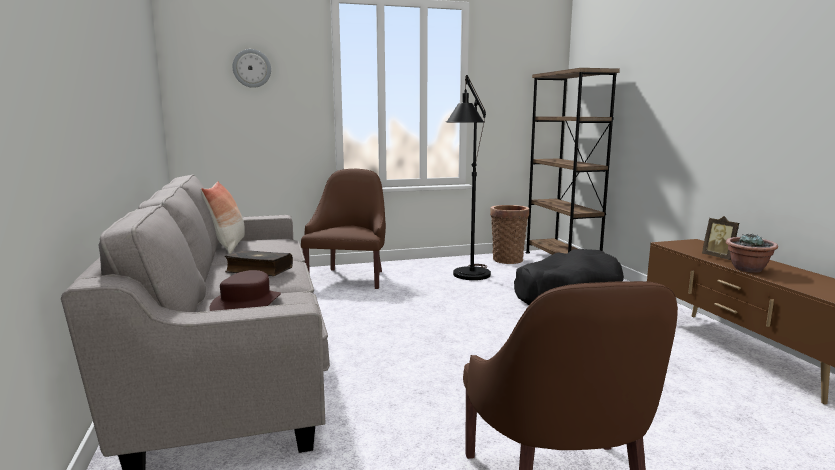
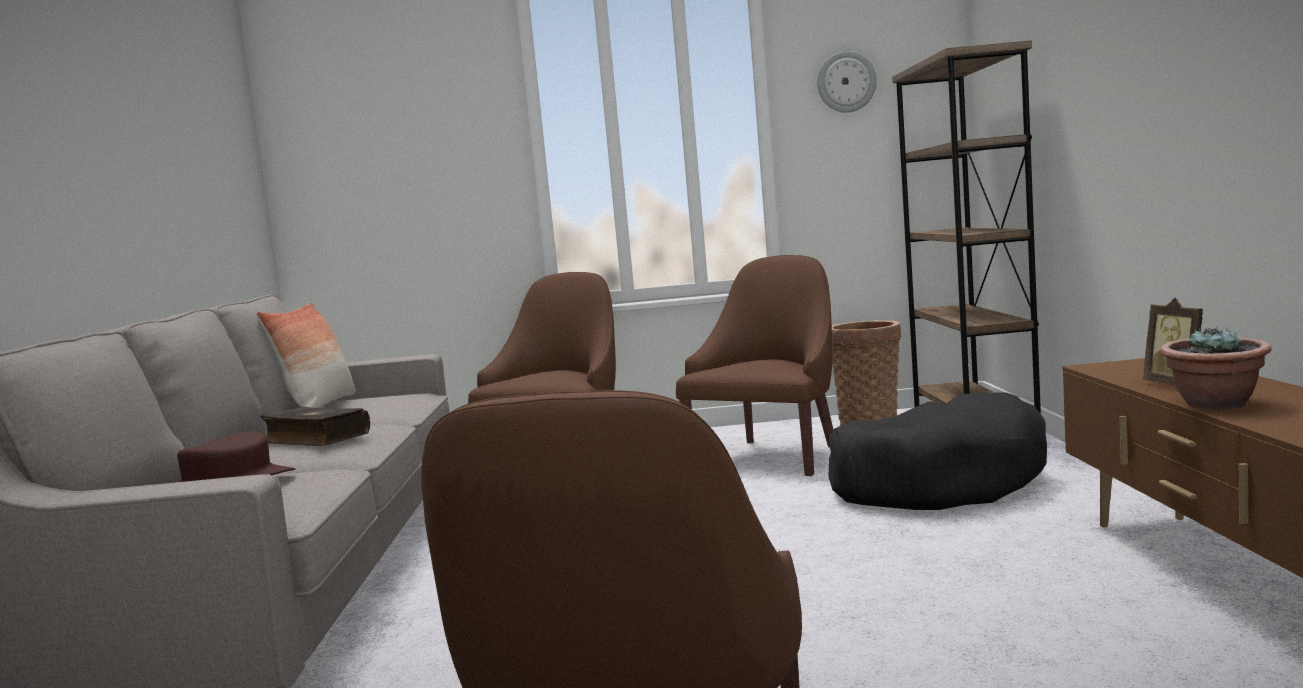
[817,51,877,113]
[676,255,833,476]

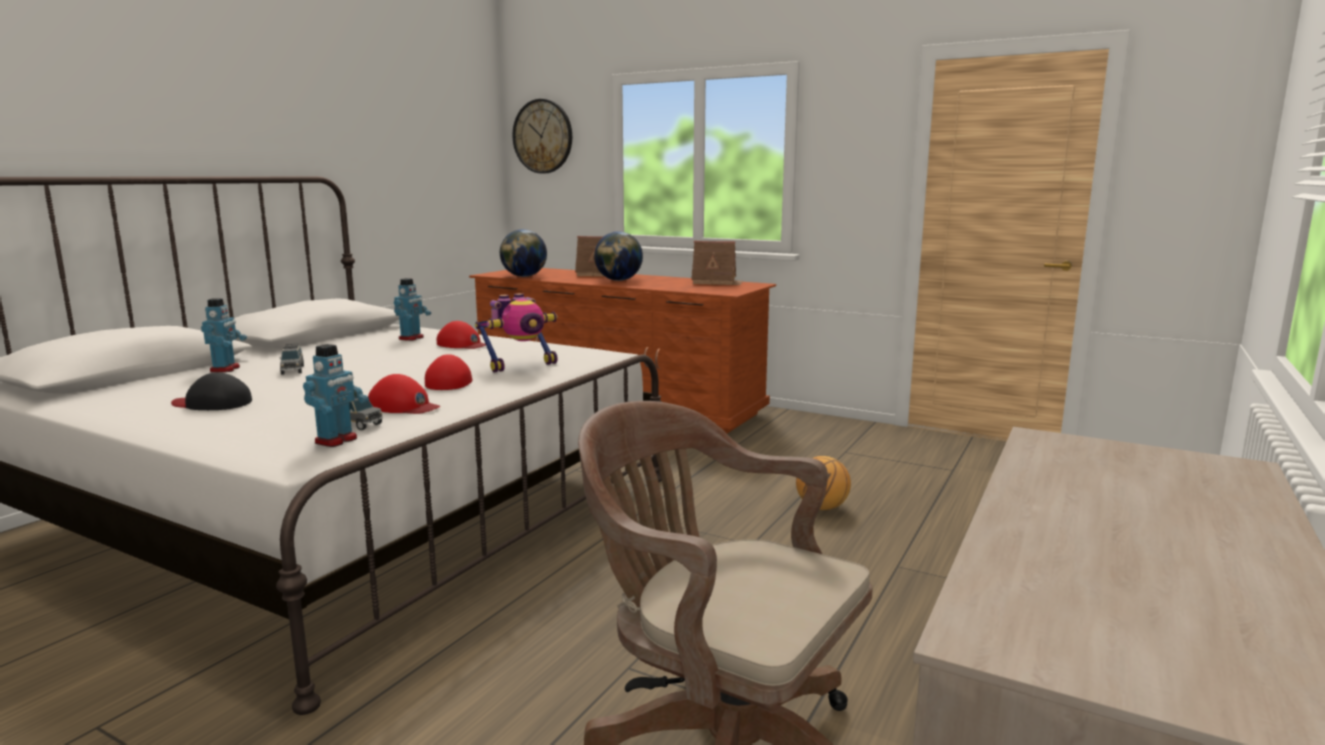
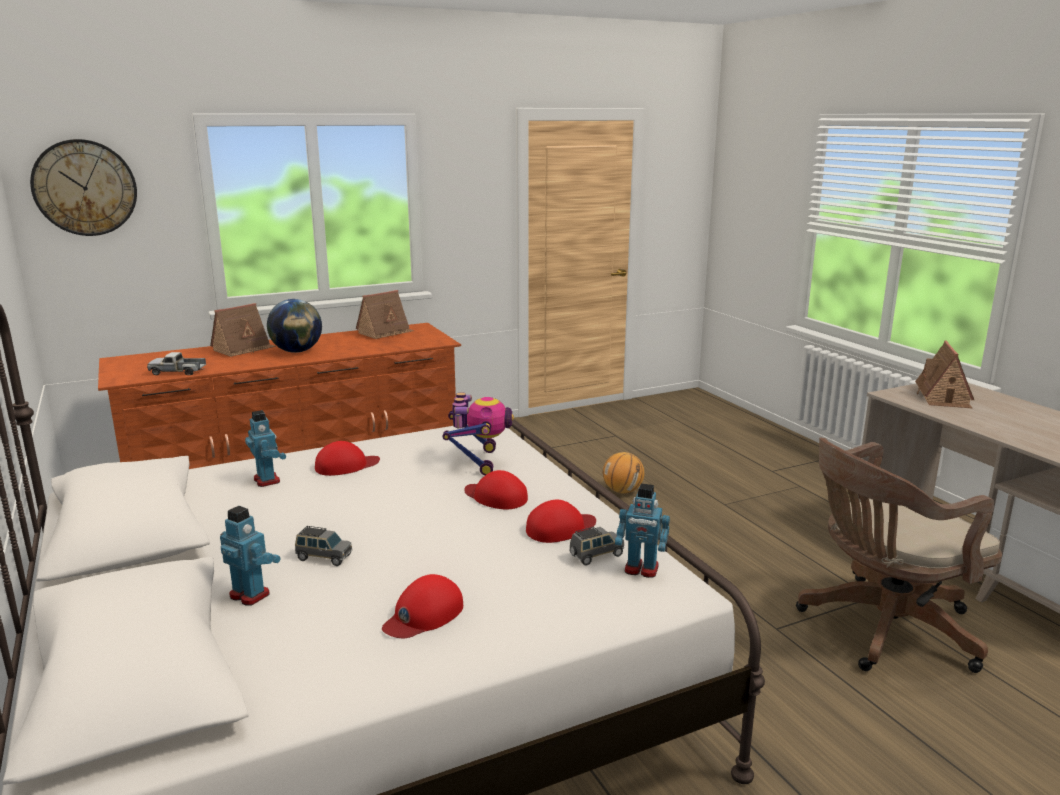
[915,340,974,408]
[147,352,206,375]
[382,574,463,638]
[615,484,670,578]

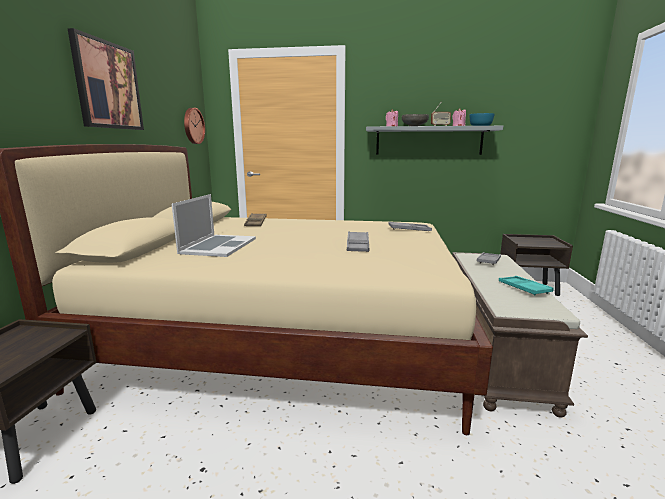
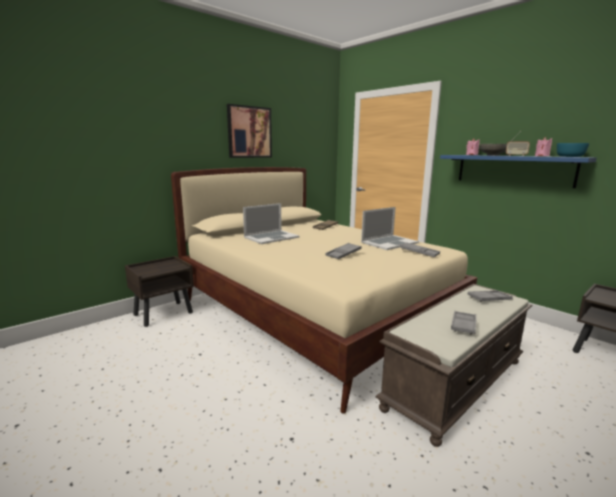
[184,108,205,144] (first image)
[361,207,419,250]
[440,155,597,188]
[451,311,476,335]

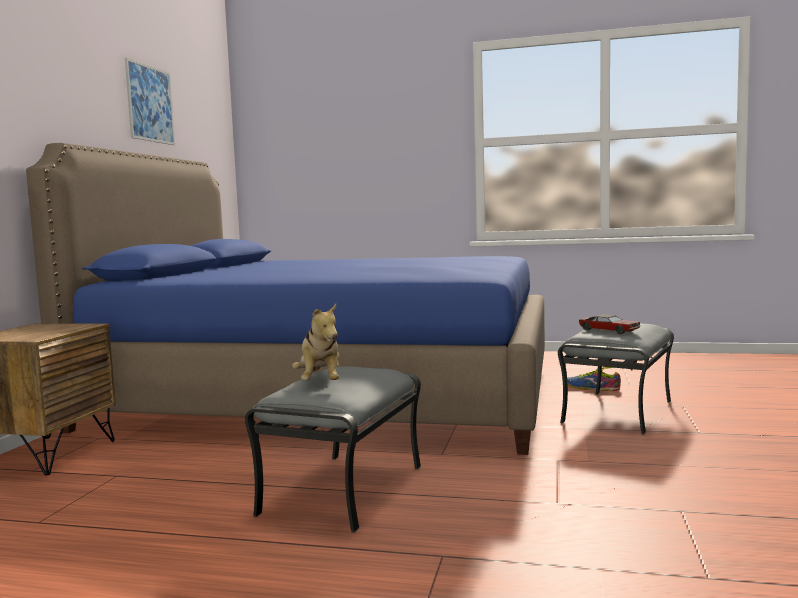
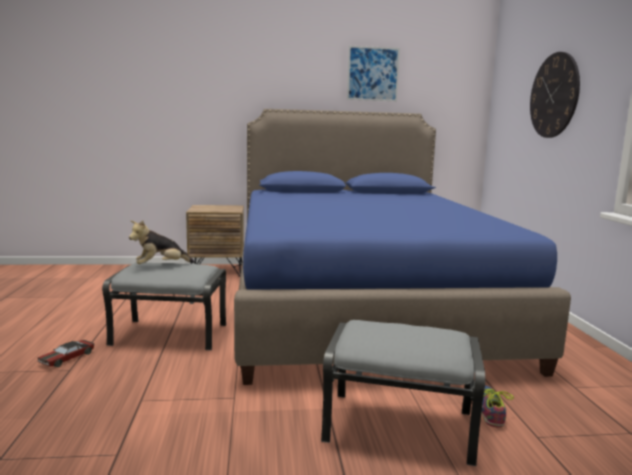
[530,52,580,138]
[38,340,95,367]

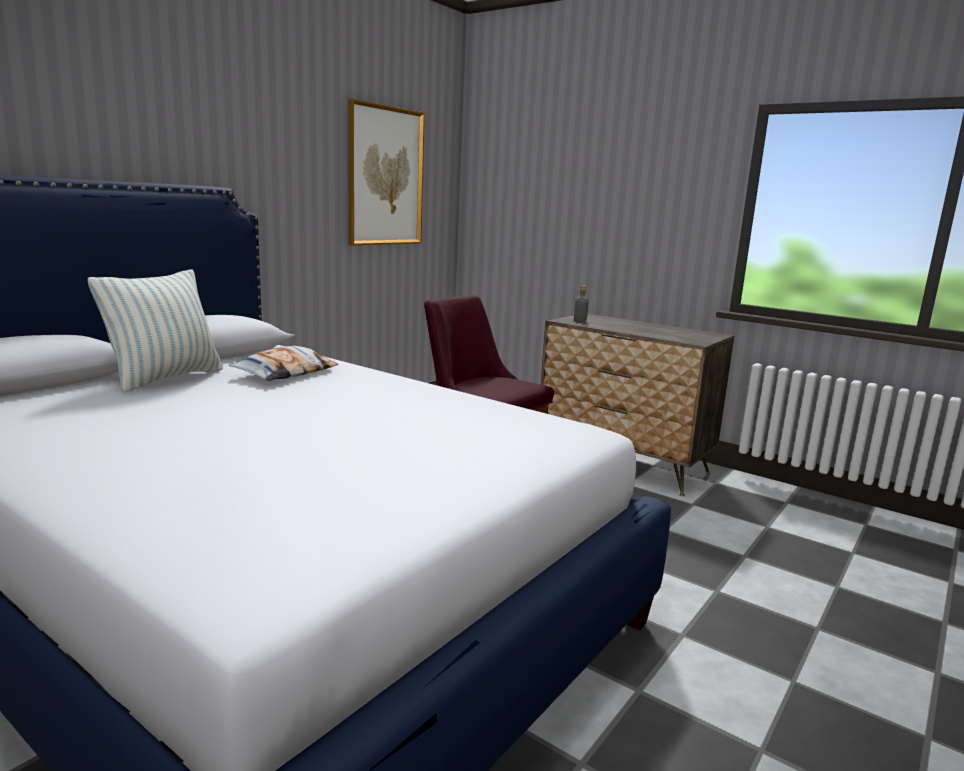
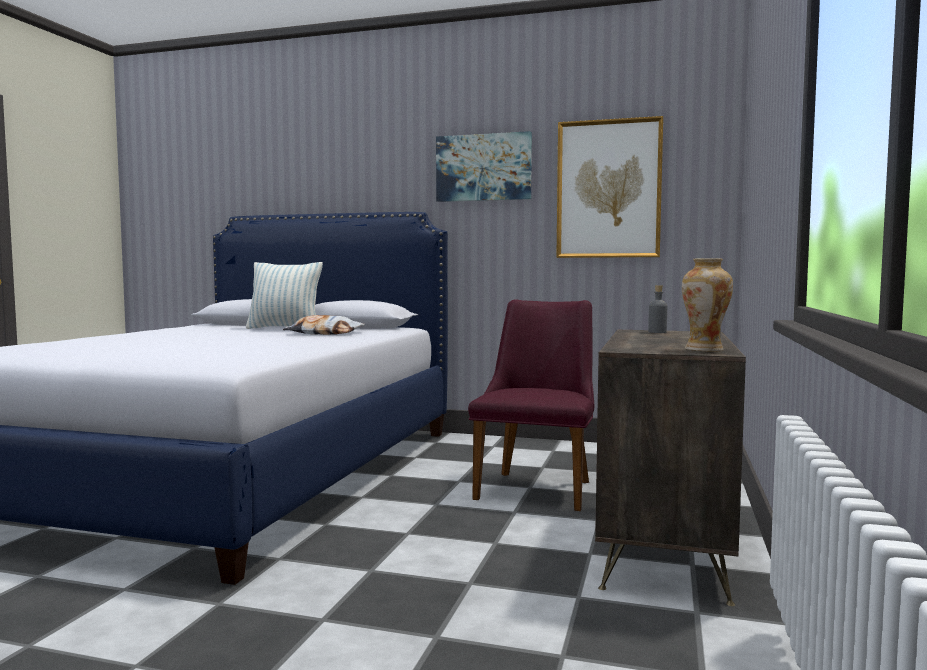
[436,131,532,202]
[682,258,733,352]

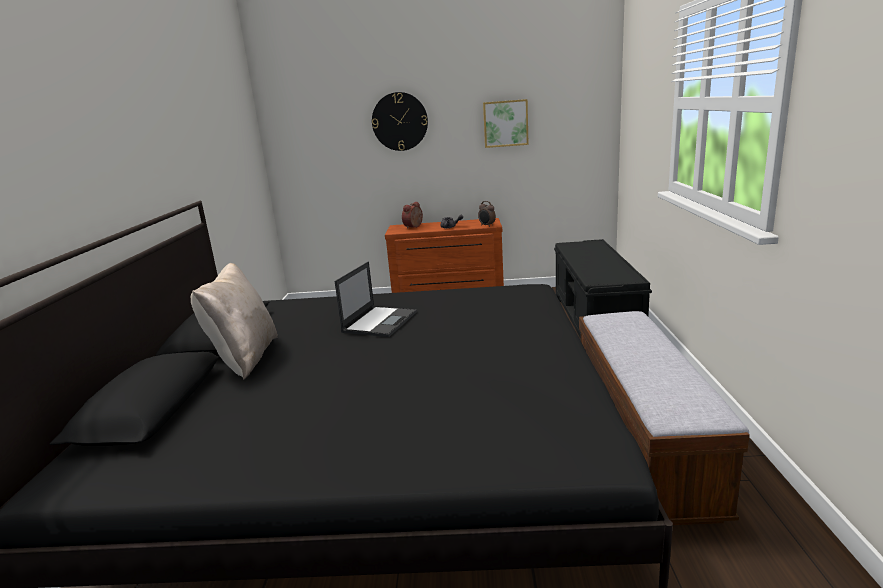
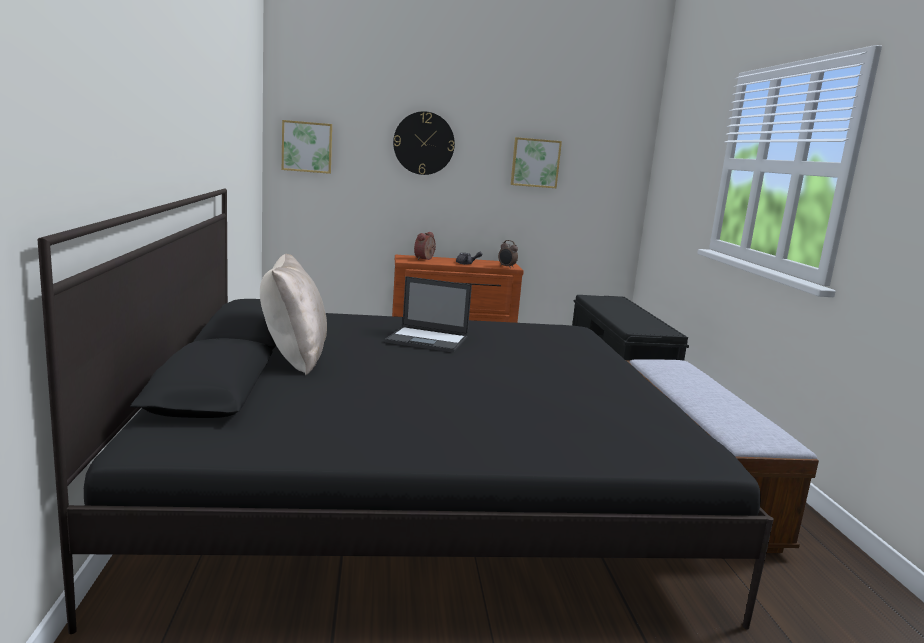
[282,120,332,174]
[385,276,472,353]

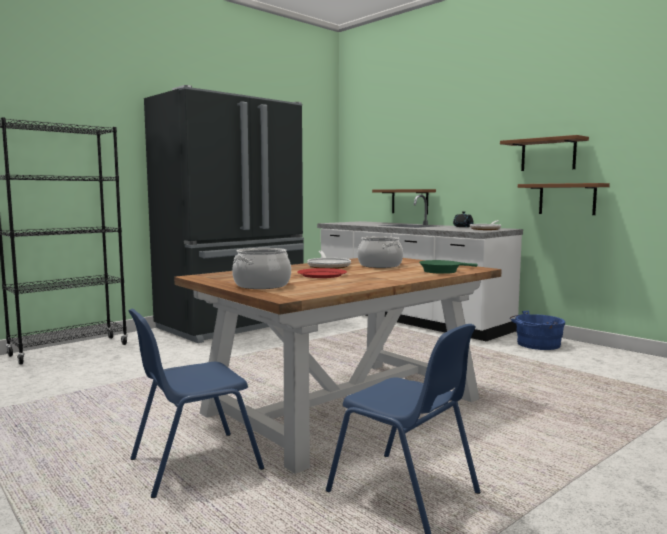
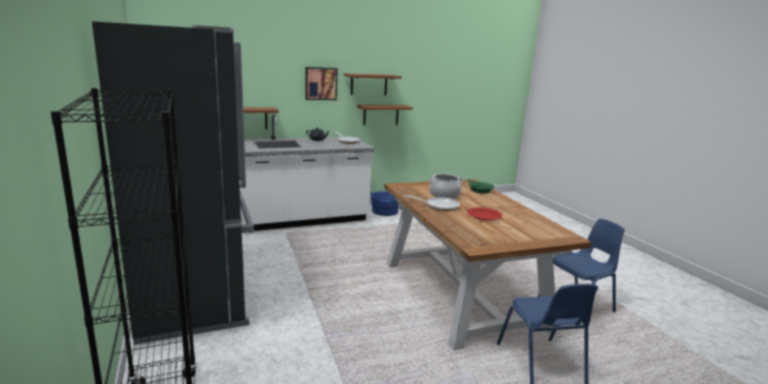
[232,248,291,289] (first image)
[305,67,338,100]

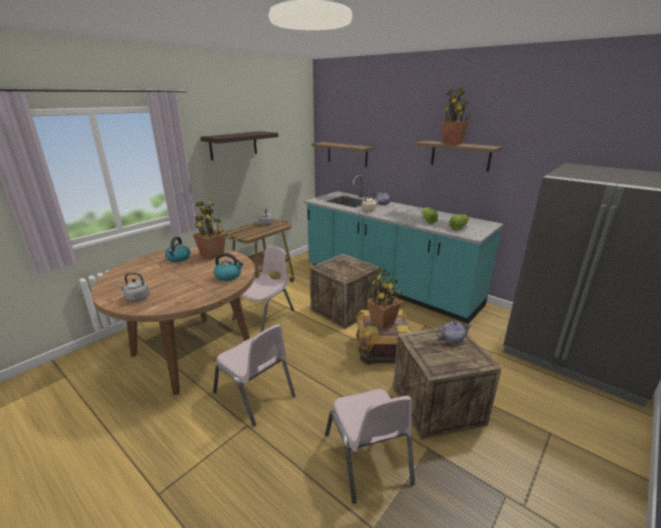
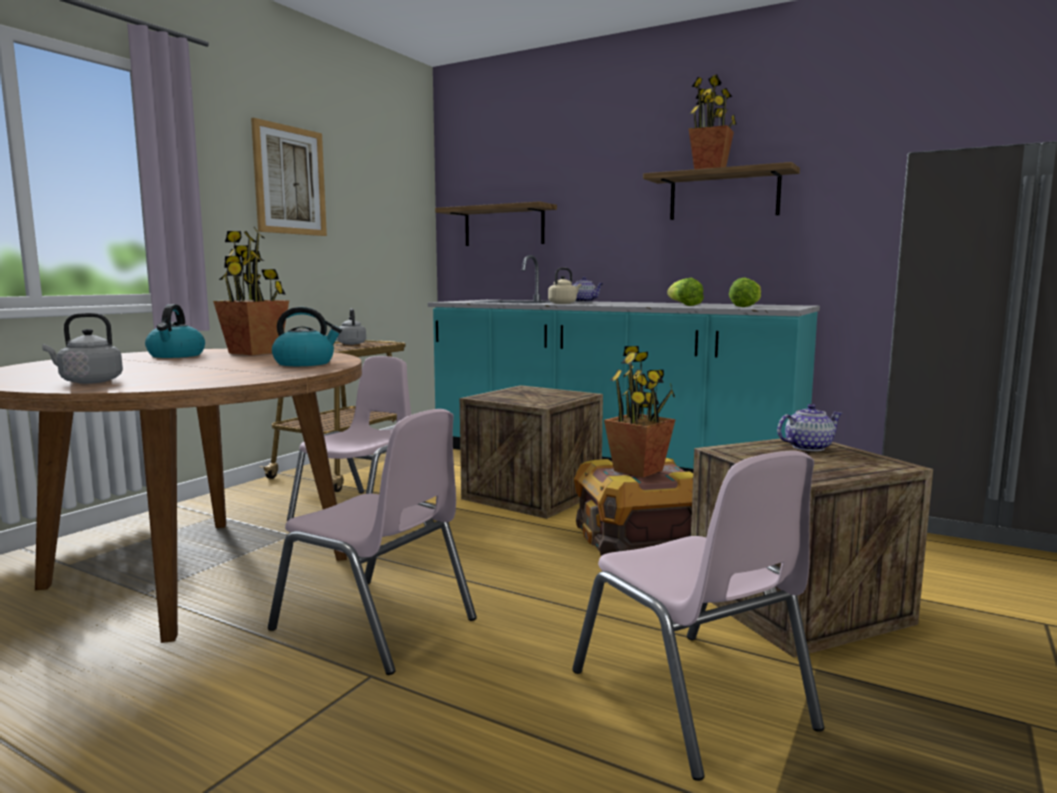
[251,118,327,236]

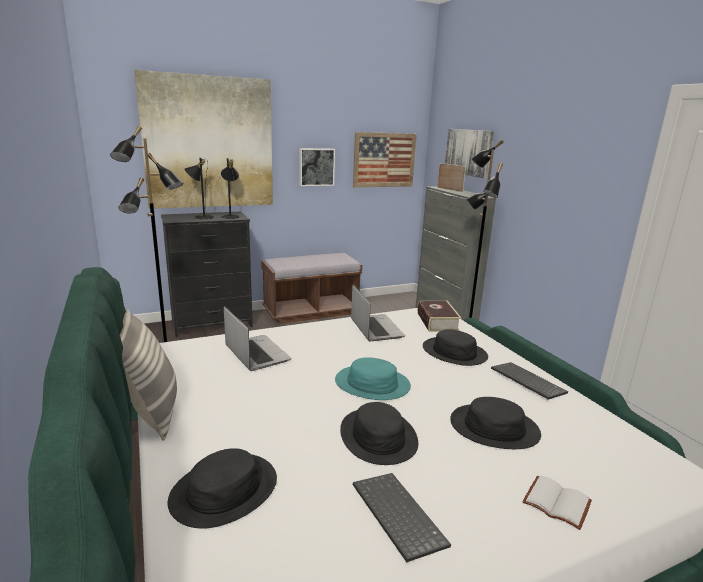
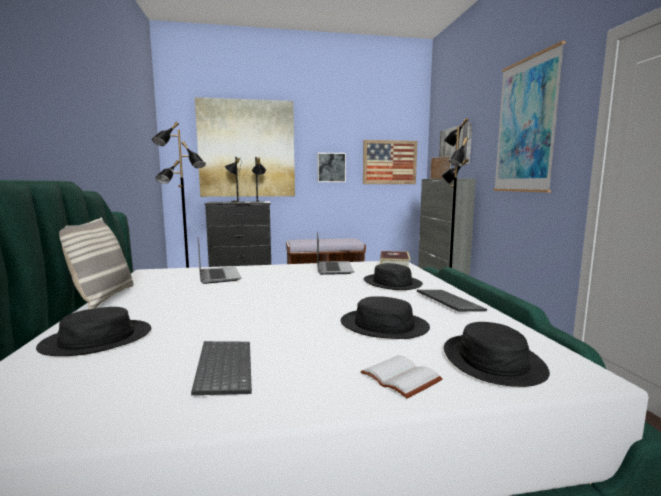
[335,357,411,400] (first image)
[493,41,566,193]
[444,322,550,387]

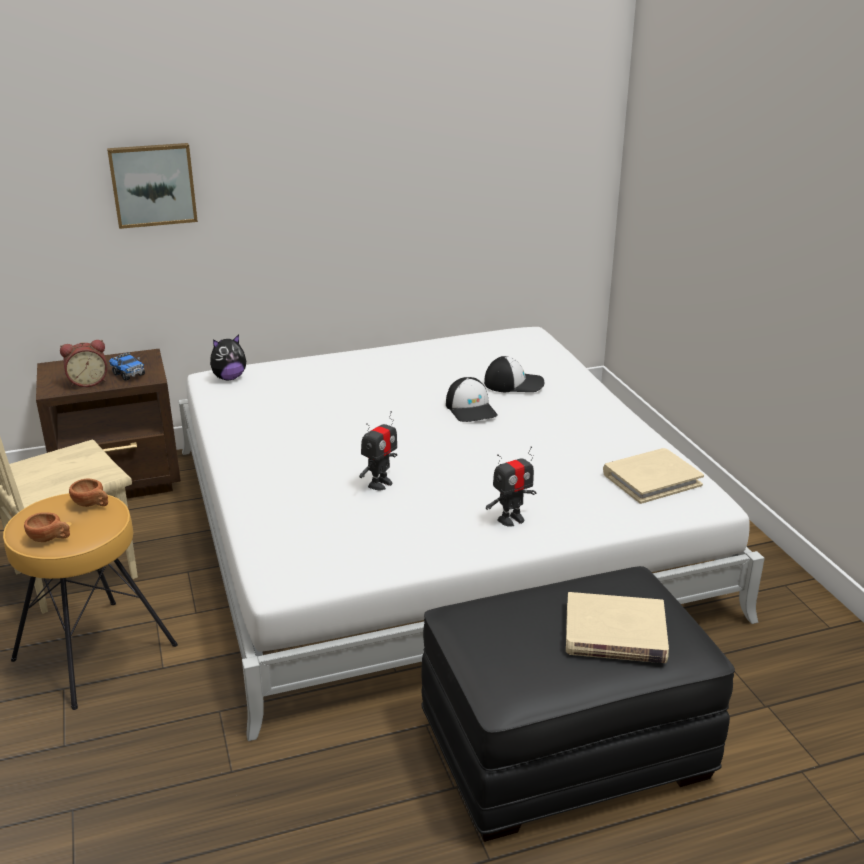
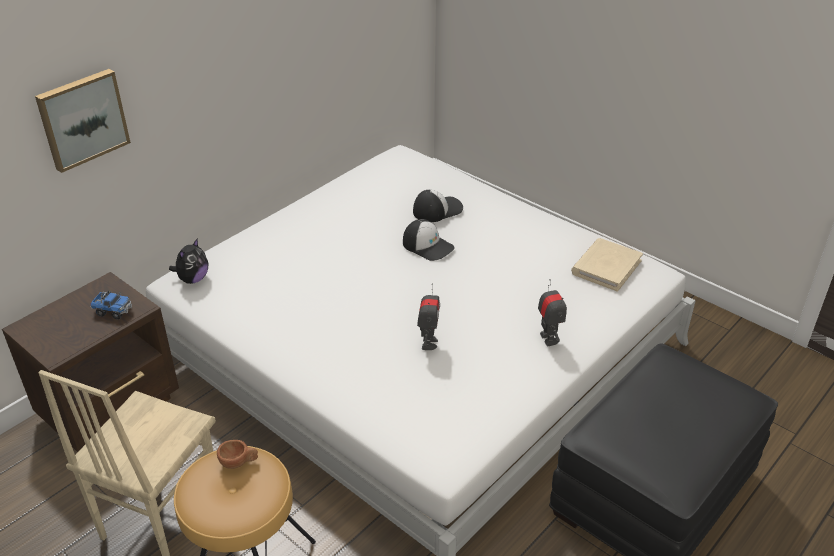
[24,512,70,542] (first image)
[60,340,107,387] (first image)
[566,592,669,663] (first image)
[538,279,567,346]

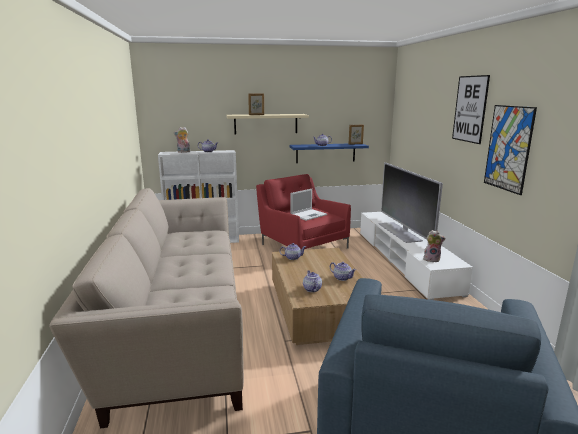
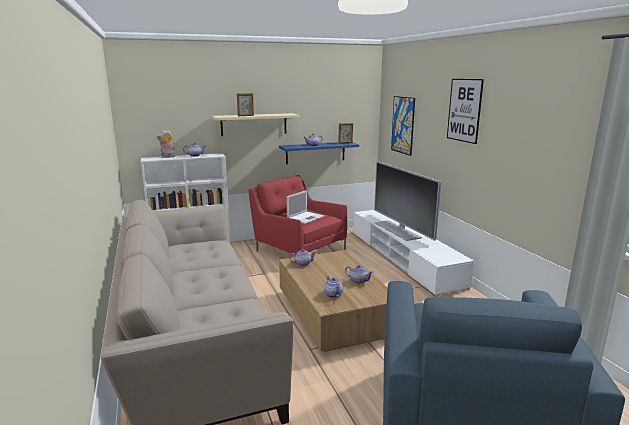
[423,230,446,262] (first image)
[391,96,415,156]

